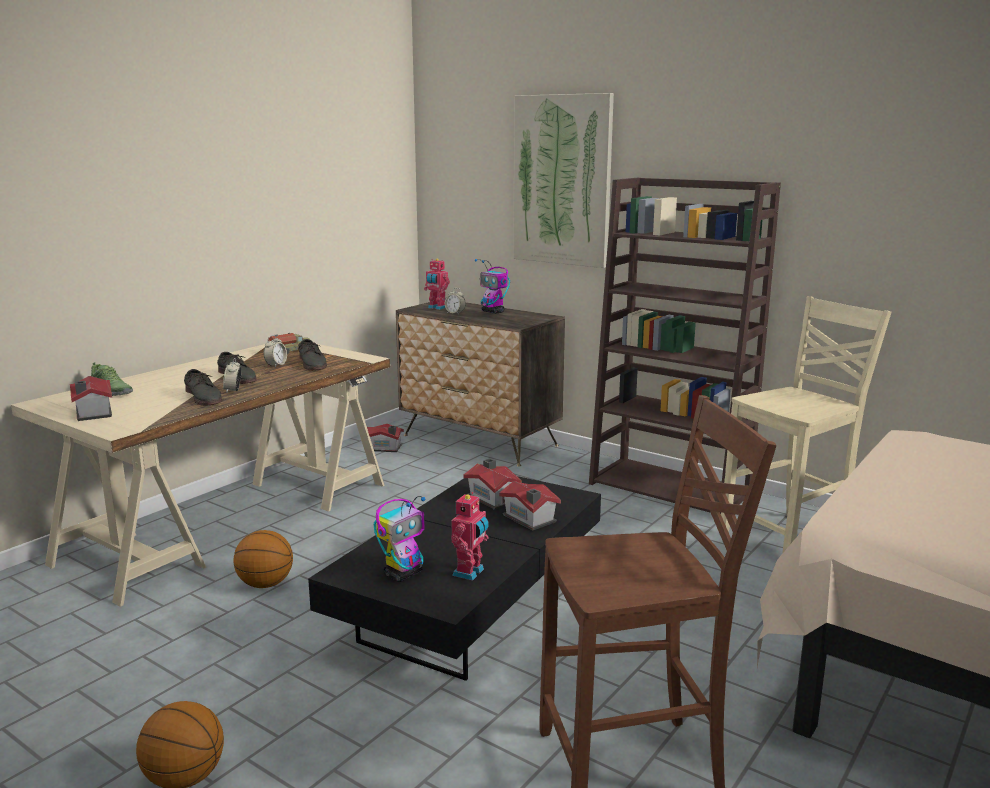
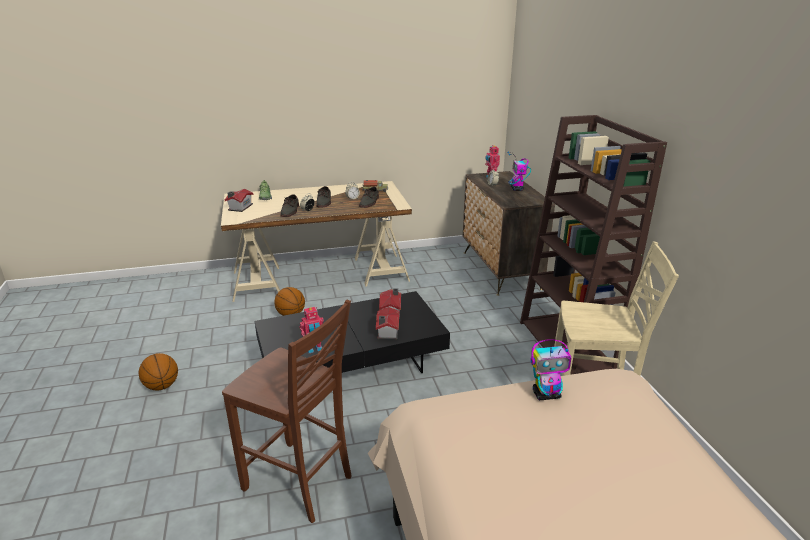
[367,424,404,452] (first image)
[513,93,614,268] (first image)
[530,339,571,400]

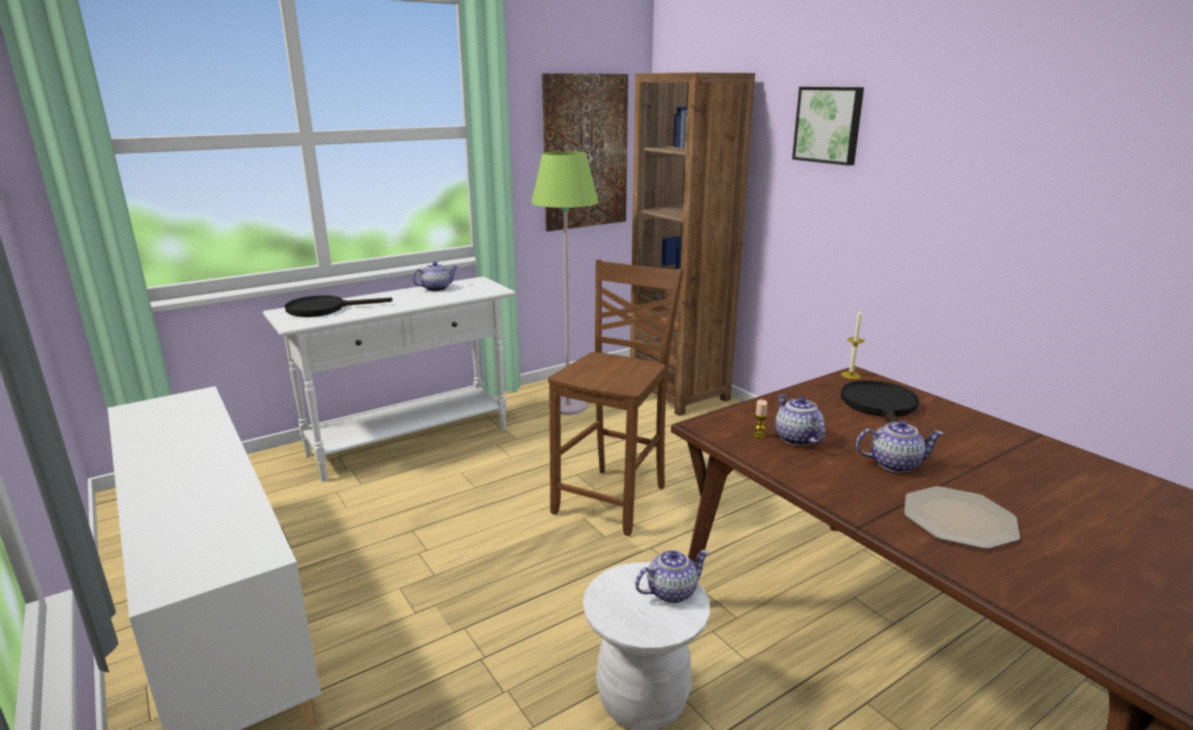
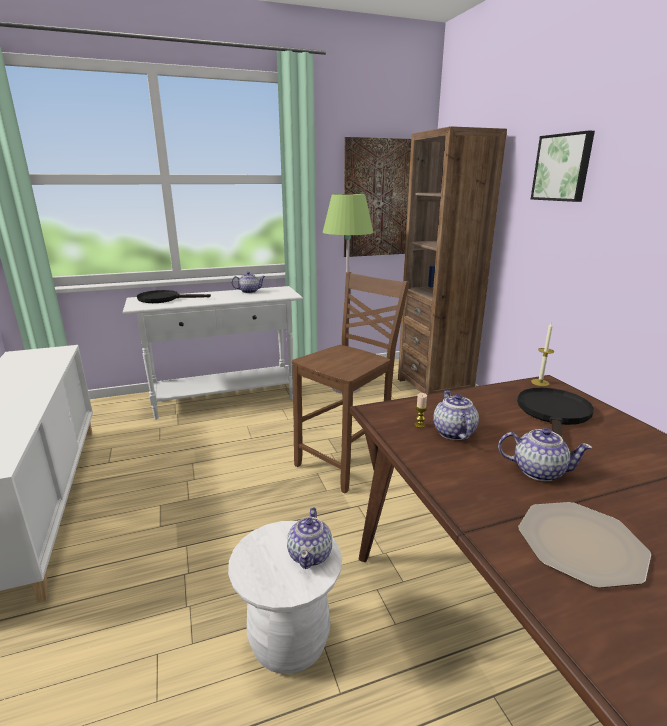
[287,507,332,569]

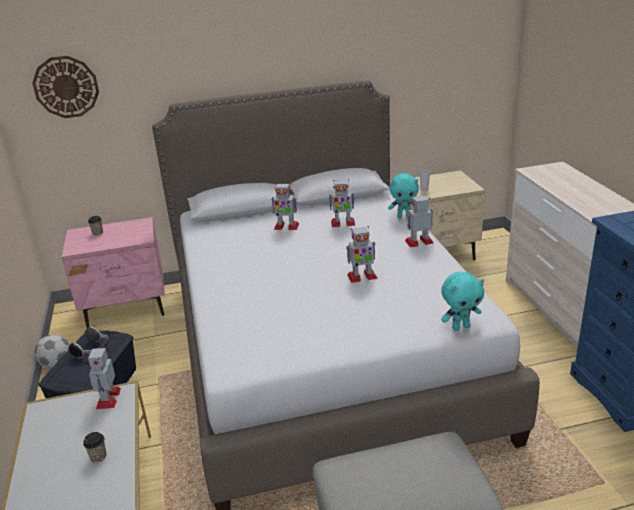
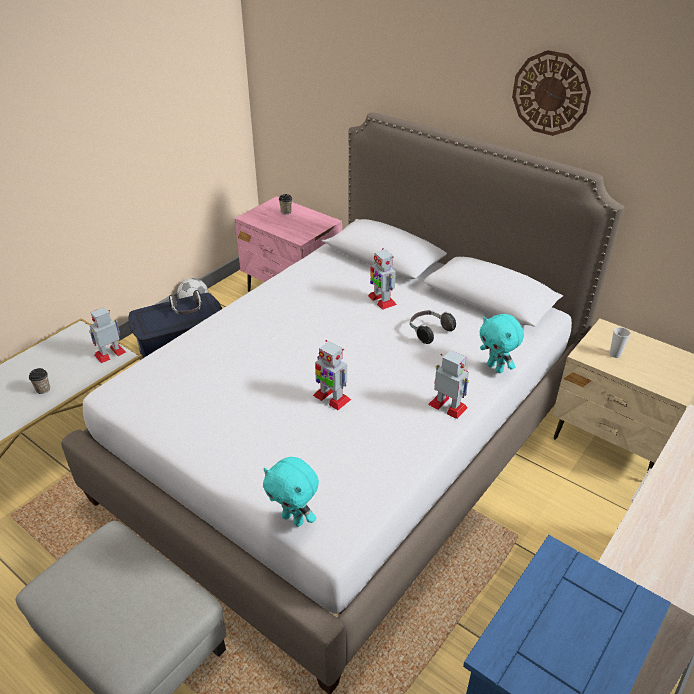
[512,50,591,136]
[410,310,456,344]

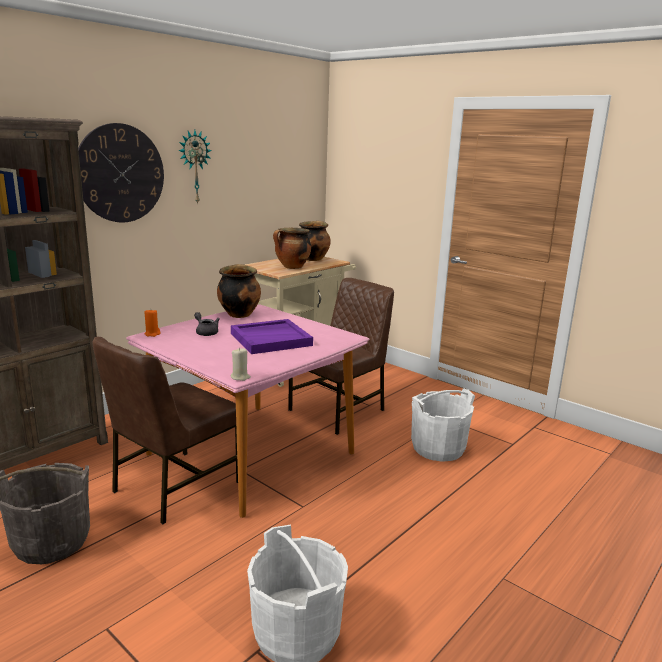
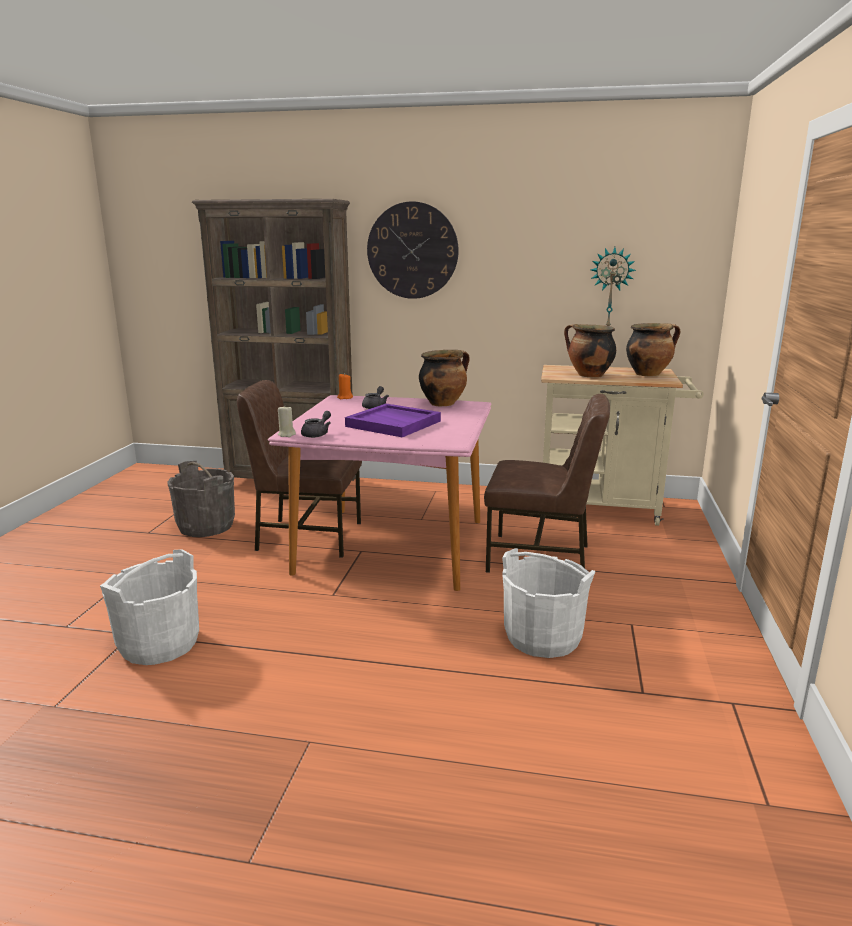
[301,411,331,438]
[590,247,636,326]

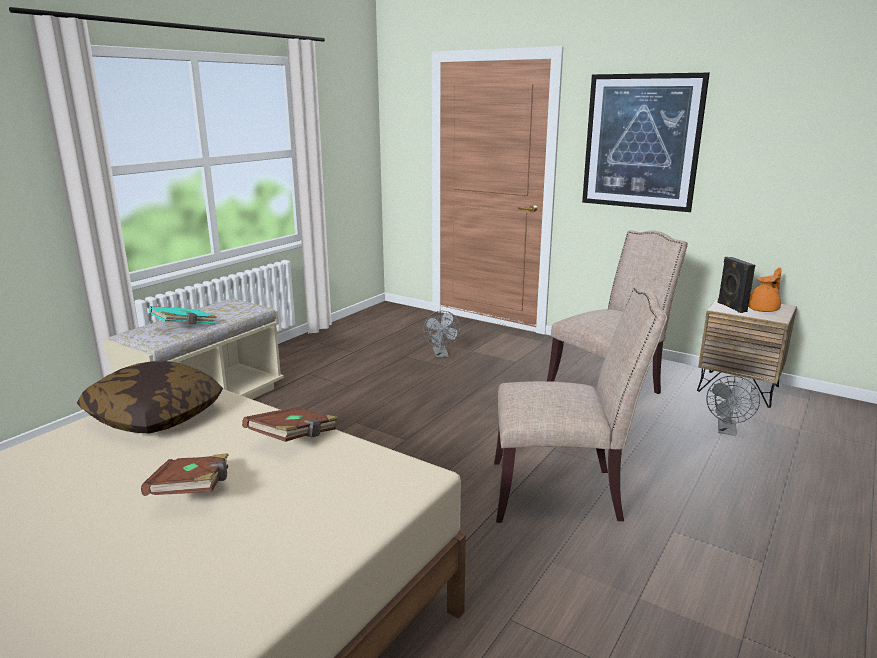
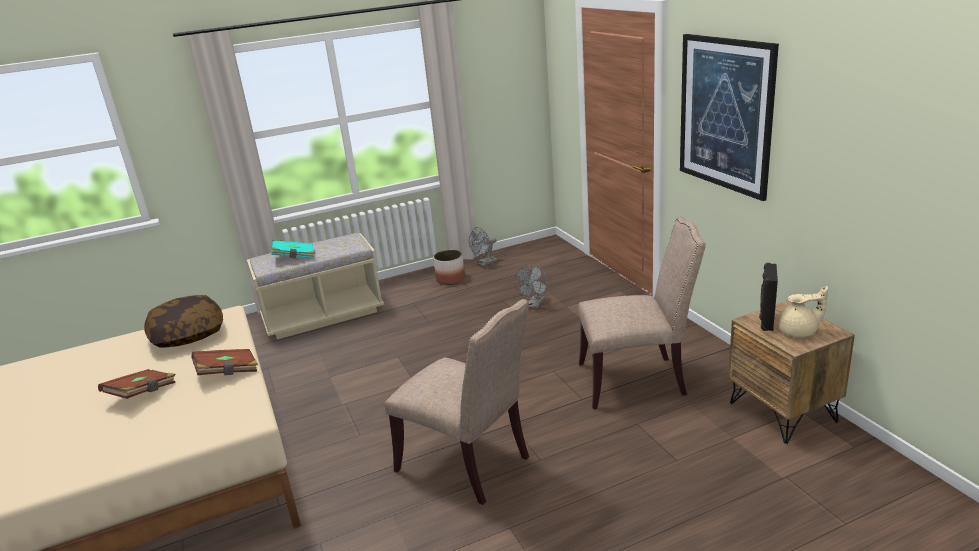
[433,250,465,285]
[469,227,497,266]
[779,286,828,337]

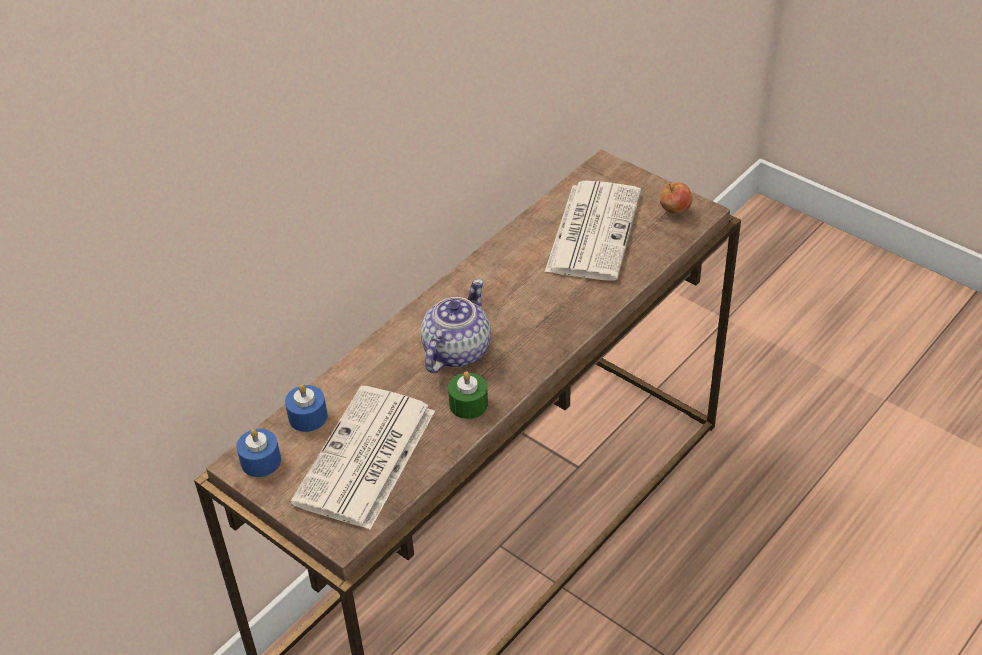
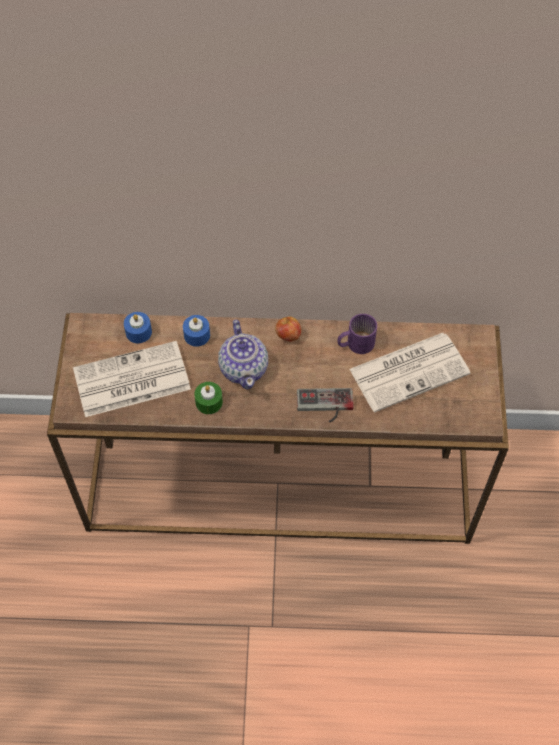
[297,388,354,422]
[337,314,377,354]
[183,315,210,347]
[275,316,301,342]
[218,320,268,389]

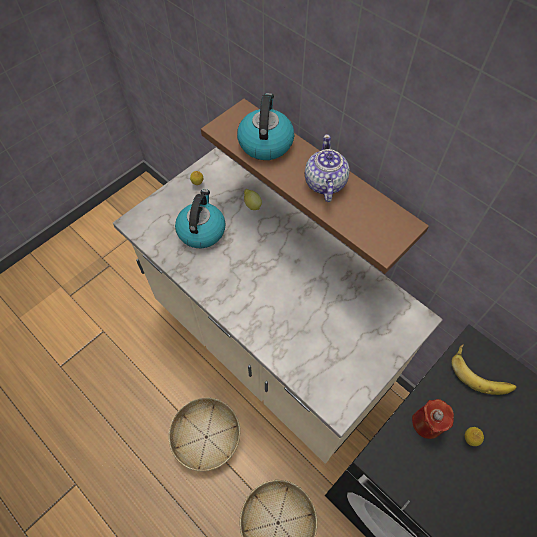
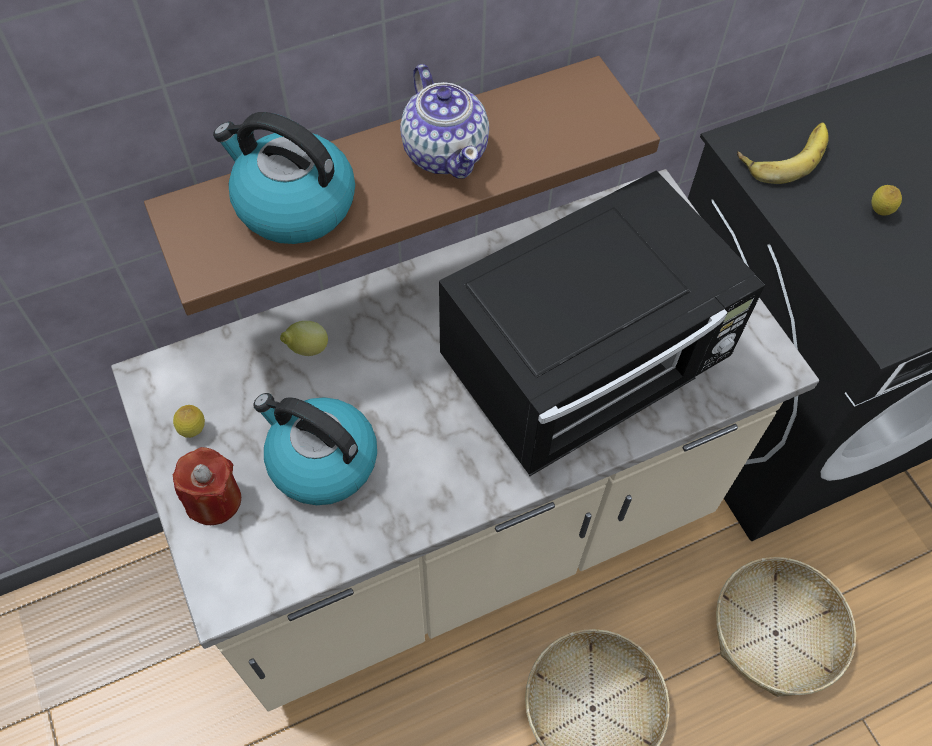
[439,170,765,476]
[172,447,241,525]
[400,64,489,179]

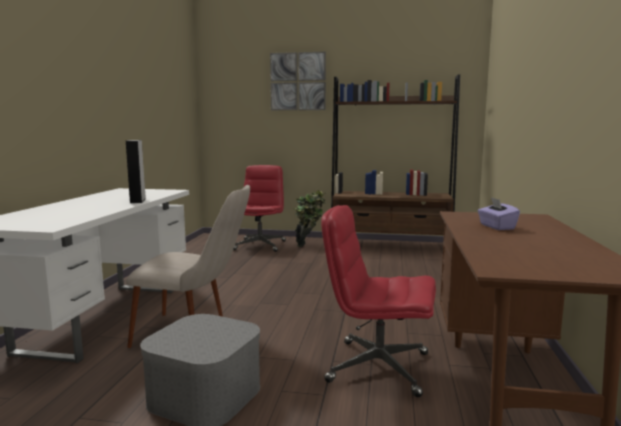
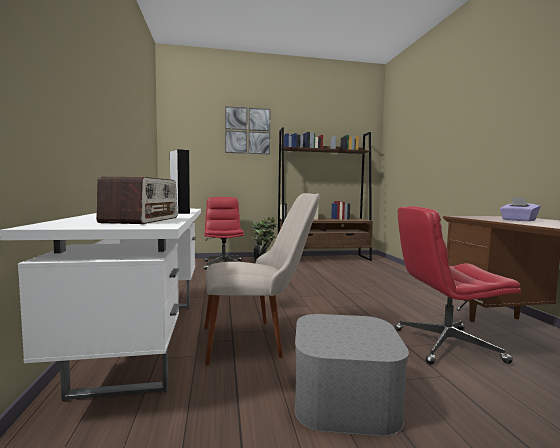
[96,177,178,224]

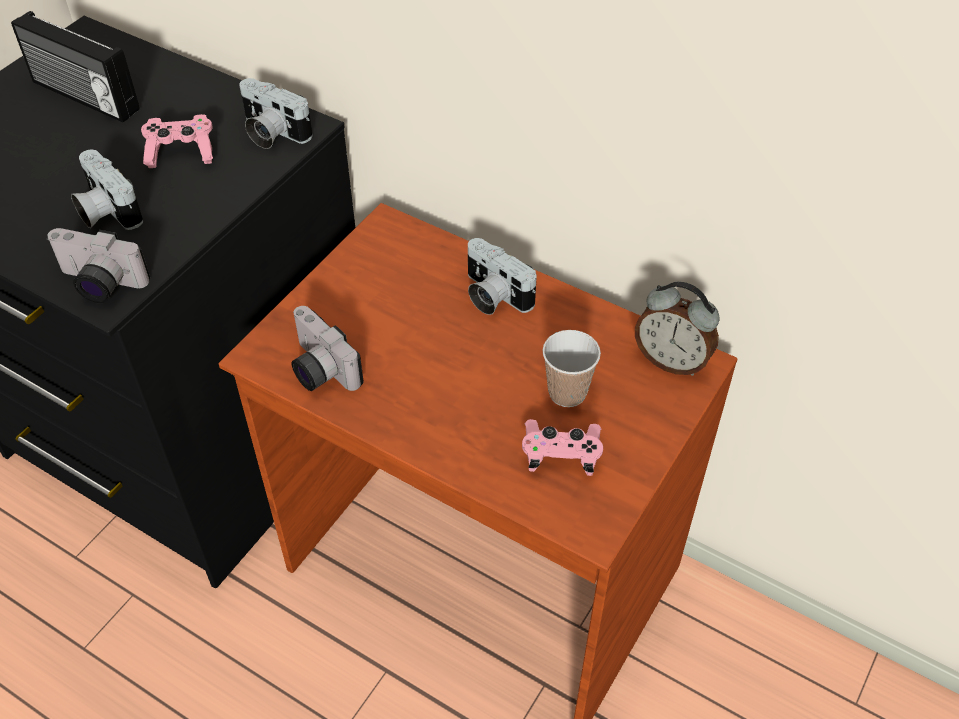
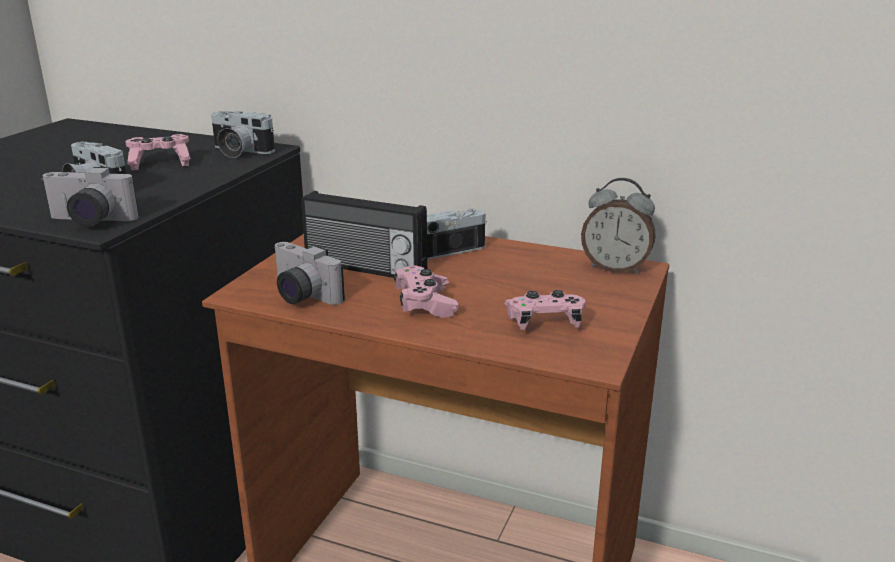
[543,330,601,407] (first image)
[393,265,458,318]
[301,191,427,278]
[427,209,487,260]

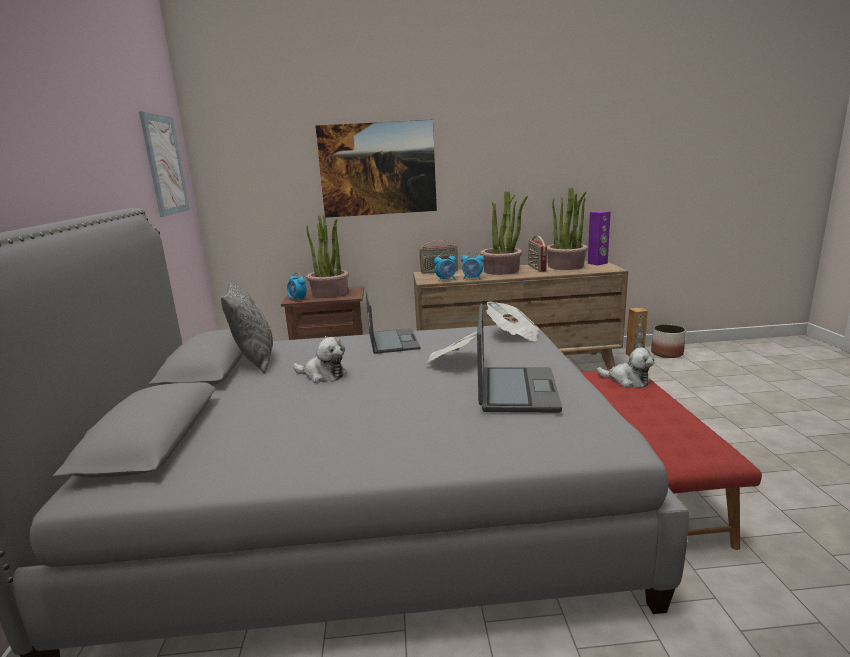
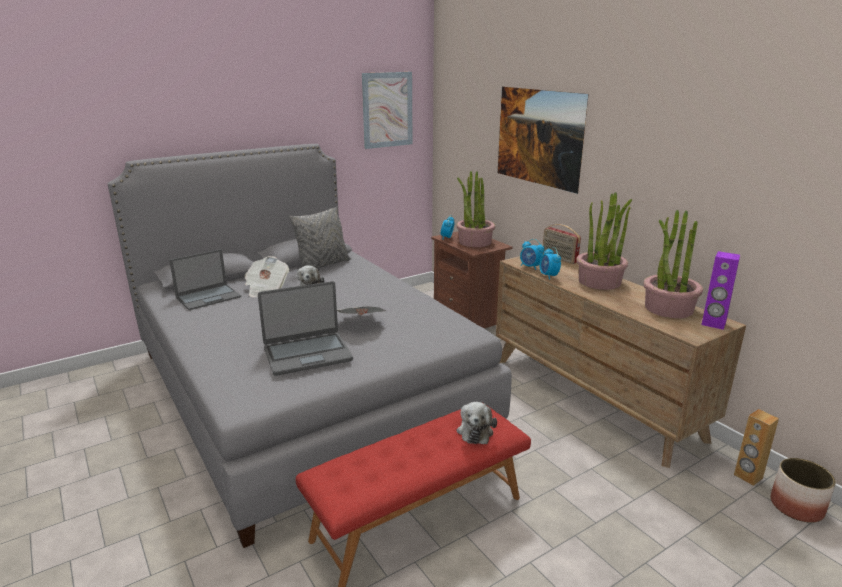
[528,236,547,272] (first image)
[169,249,241,310]
[245,256,289,297]

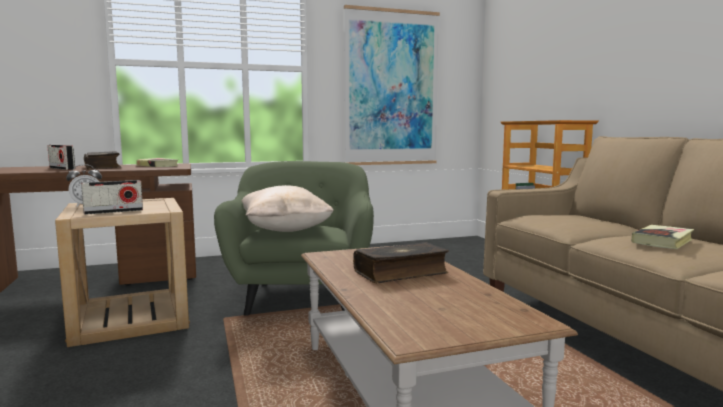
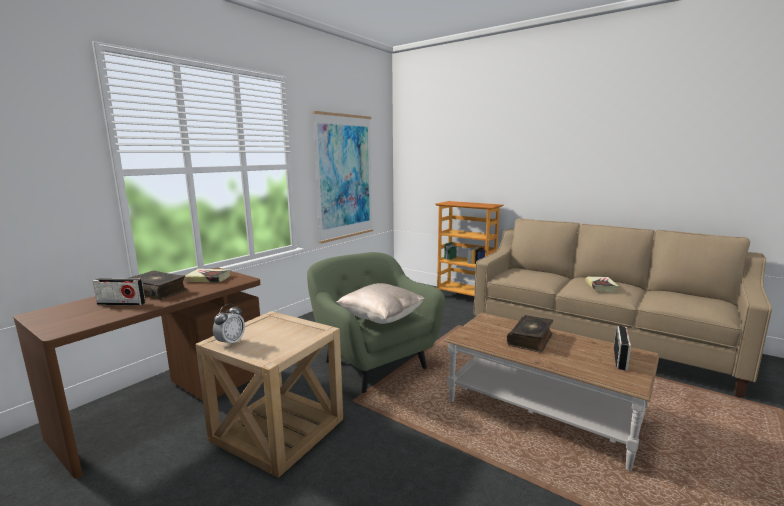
[614,326,631,371]

